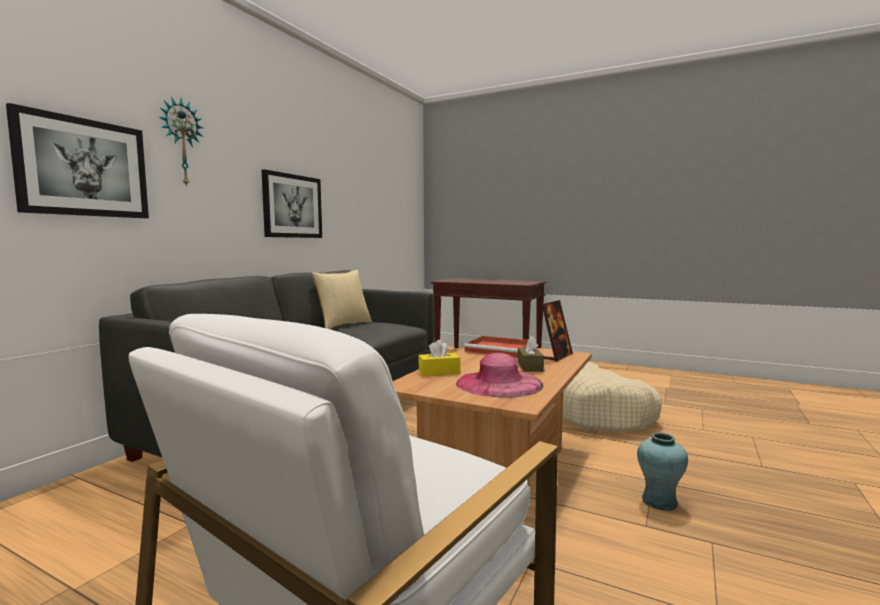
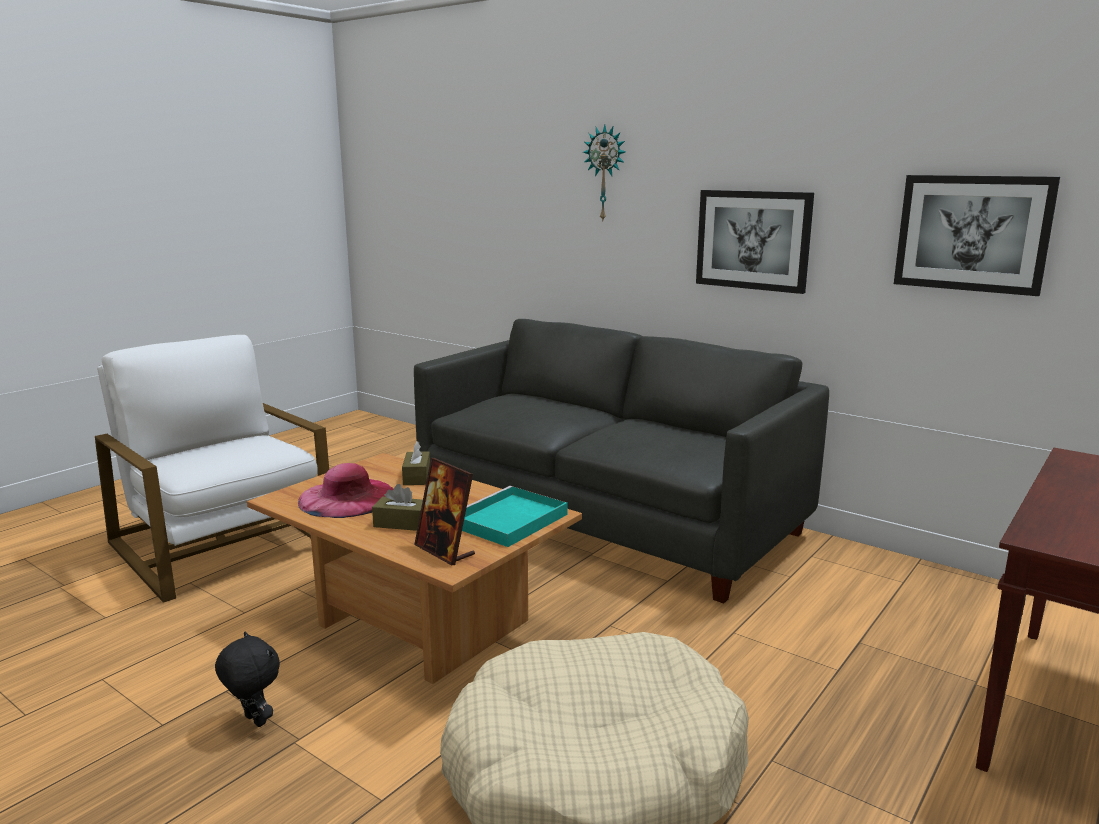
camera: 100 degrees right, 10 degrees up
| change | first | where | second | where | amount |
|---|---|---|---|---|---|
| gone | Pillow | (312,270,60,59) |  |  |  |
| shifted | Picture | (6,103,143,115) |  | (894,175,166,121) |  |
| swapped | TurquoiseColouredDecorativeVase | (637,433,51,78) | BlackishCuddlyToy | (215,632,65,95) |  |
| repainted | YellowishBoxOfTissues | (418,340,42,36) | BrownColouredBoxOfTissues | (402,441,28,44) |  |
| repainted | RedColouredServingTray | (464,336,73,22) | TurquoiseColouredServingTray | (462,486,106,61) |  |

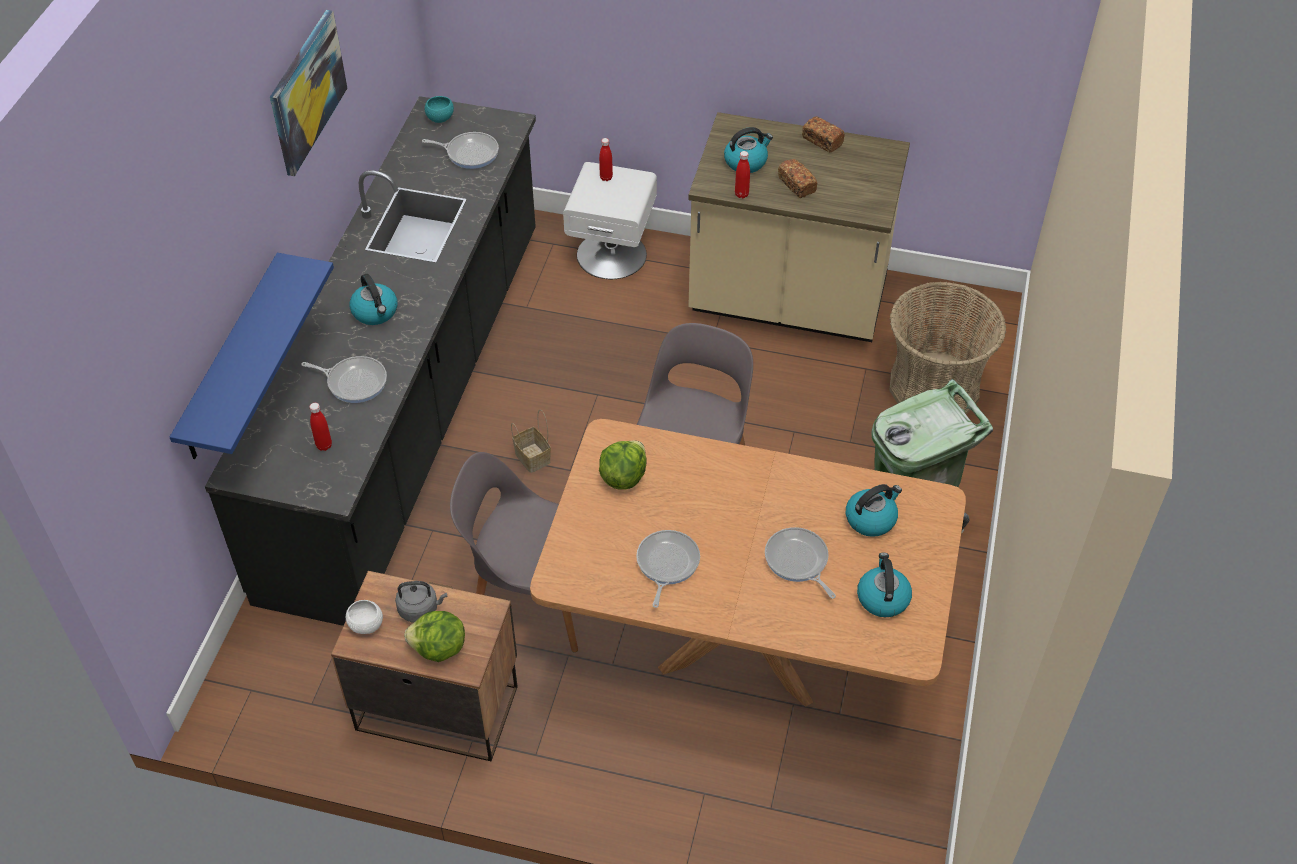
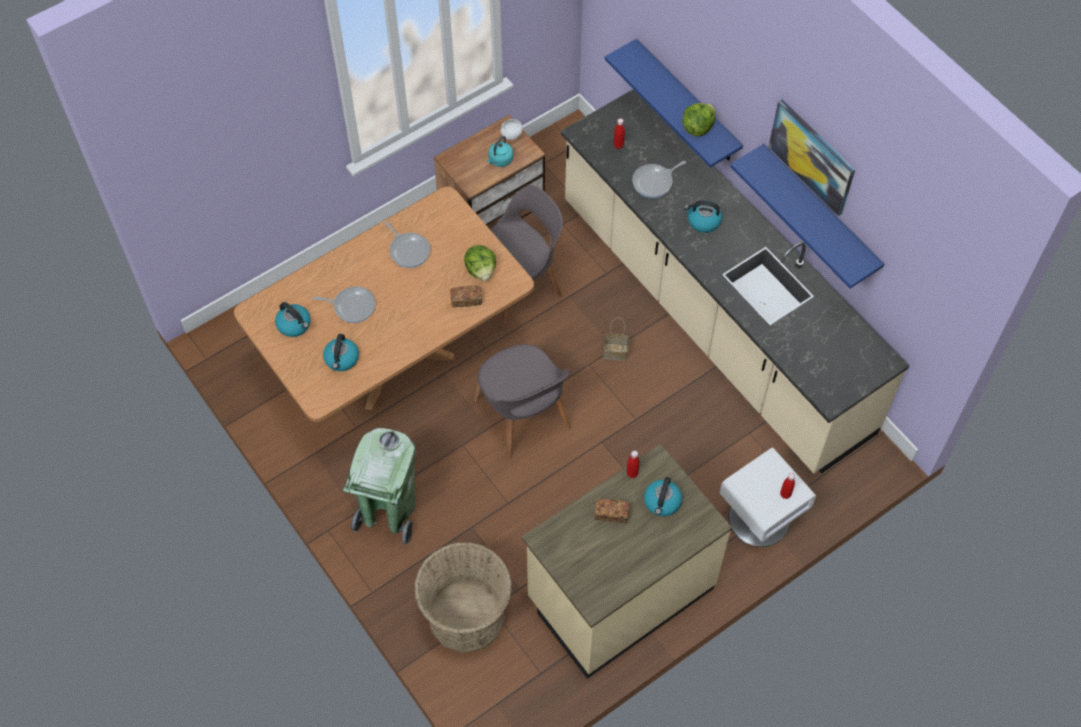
camera: 130 degrees right, 10 degrees up
| change | first | where | second | where | amount |
|---|---|---|---|---|---|
| gone | Skillet | (422,132,77,37) |  |  |  |
| gone | TurquoiseColouredDeepDish | (425,96,29,27) |  |  |  |
| new |  |  | BlueShelf | (730,144,154,145) |  |
| shifted | HeadOfLettuce | (404,611,61,51) |  | (682,103,33,33) |  |
| shifted | BakedBread | (802,116,43,36) |  | (450,286,32,22) |  |
| repainted | BlackishKitchenBaseUnit | (205,96,331,530) | SandColouredKitchenBaseUnit | (561,89,348,385) |  |
| repainted | GreyTeaKettle | (395,581,53,41) | TurquoiseColouredTeaKettle | (487,136,26,31) |  |

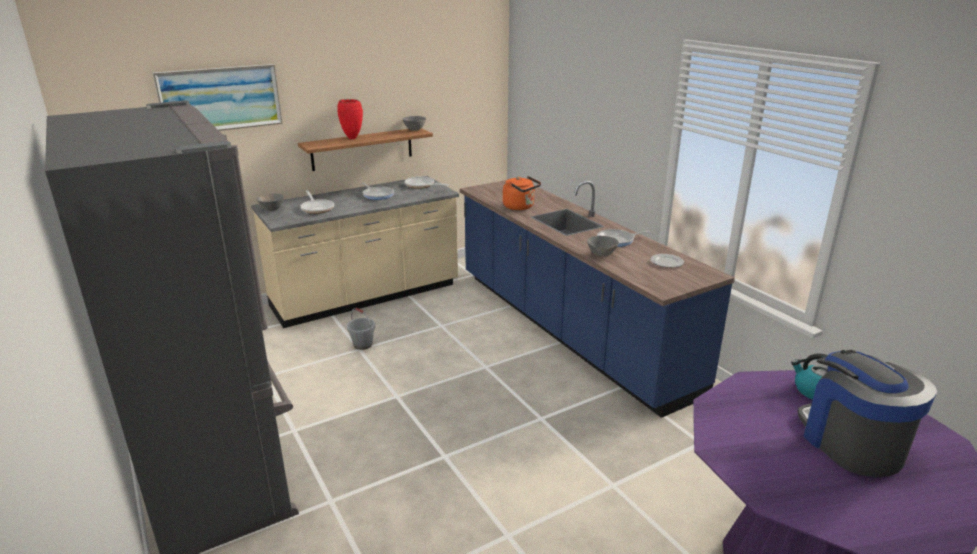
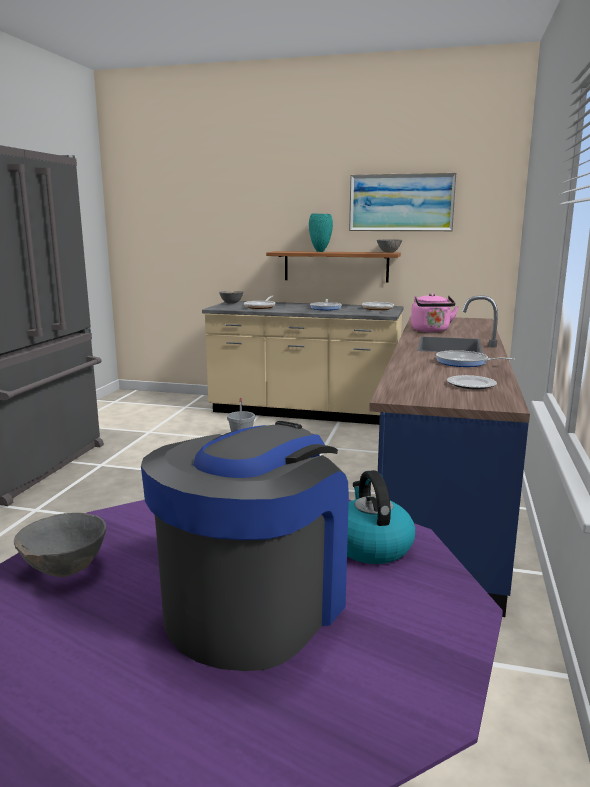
camera: 45 degrees right, 10 degrees down
| change | first | where | second | where | amount |
|---|---|---|---|---|---|
| shifted | Picture | (153,64,130,67) |  | (349,173,108,58) |  |
| shifted | GreyDeepDish | (587,236,32,21) |  | (14,513,92,64) |  |
| repainted | RedColouredDecorativeVase | (337,99,26,40) | TurquoiseColouredDecorativeVase | (309,214,24,38) |  |
| repainted | OrangeyTeaKettle | (503,176,38,34) | PinkColouredTeaKettle | (411,293,48,39) |  |

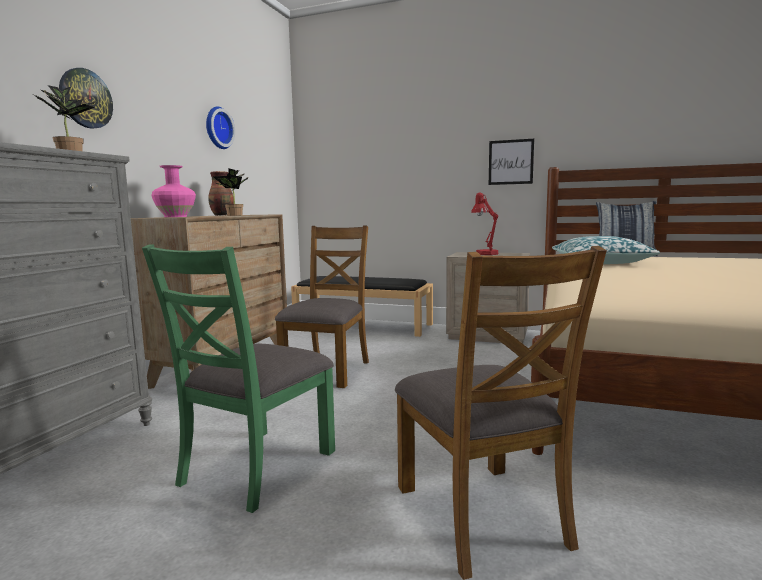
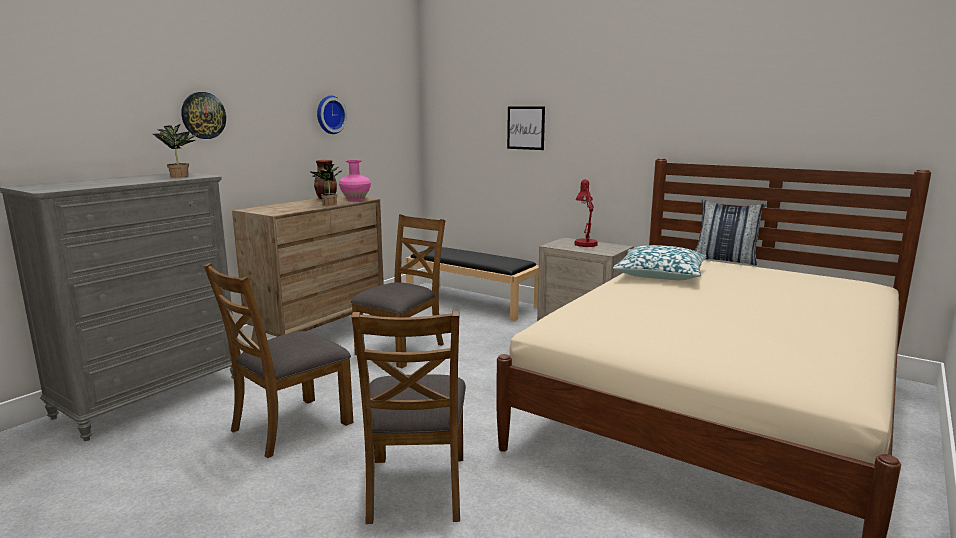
camera: 15 degrees right, 5 degrees up
| change | first | where | second | where | amount |
|---|---|---|---|---|---|
| shifted | PinkColouredDecorativeVase | (151,165,45,52) |  | (339,160,32,41) |  |
| shifted | Picture | (489,139,45,46) |  | (507,106,38,44) |  |
| repainted | GreenColouredChair | (142,244,193,269) | BrownColouredChair | (204,263,149,195) |  |

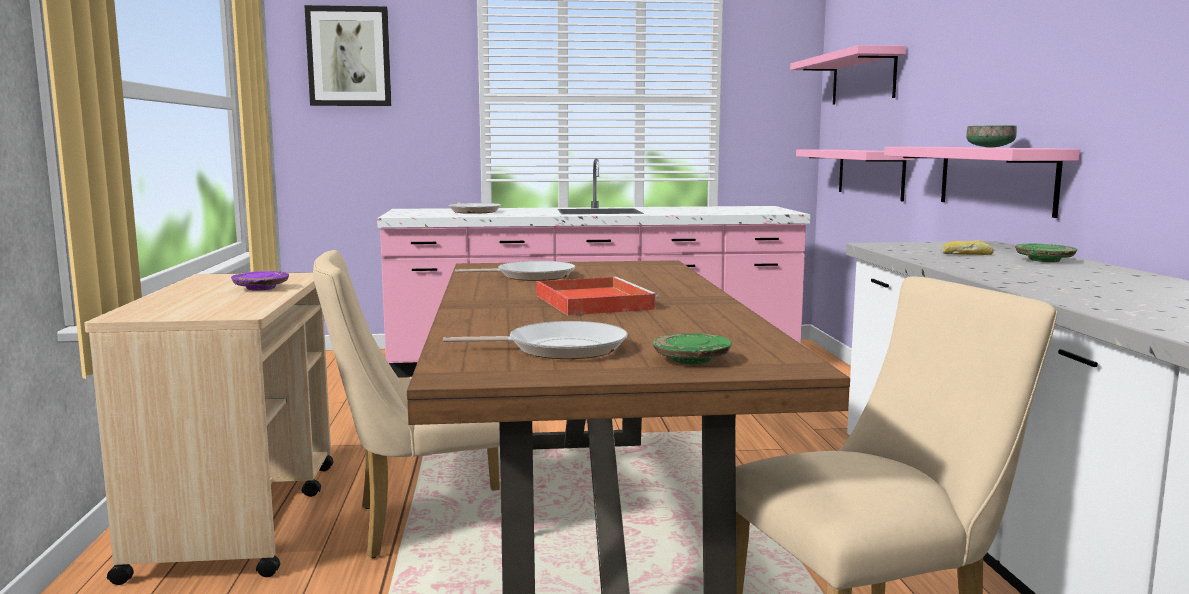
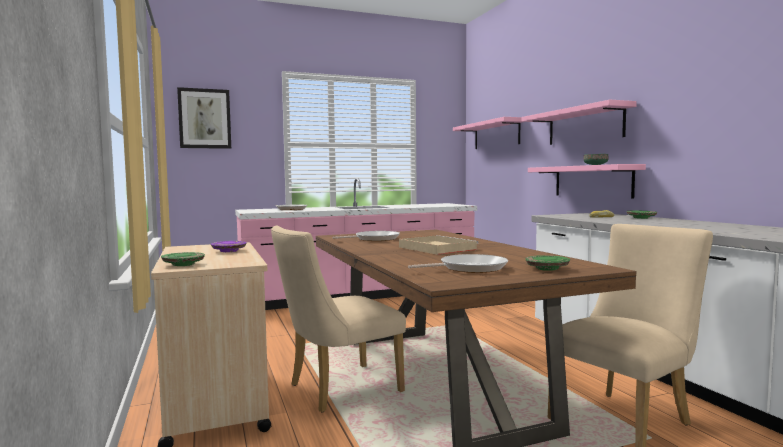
camera: 15 degrees left, 5 degrees down
| change | first | where | second | where | amount |
|---|---|---|---|---|---|
| new |  |  | GreenColouredFlatDish | (161,252,44,14) |  |
| shifted | PinkColouredShelf | (796,150,119,52) |  | (522,100,115,45) |  |
| repainted | RedColouredServingTray | (536,277,123,38) | SandColouredServingTray | (399,235,79,20) |  |

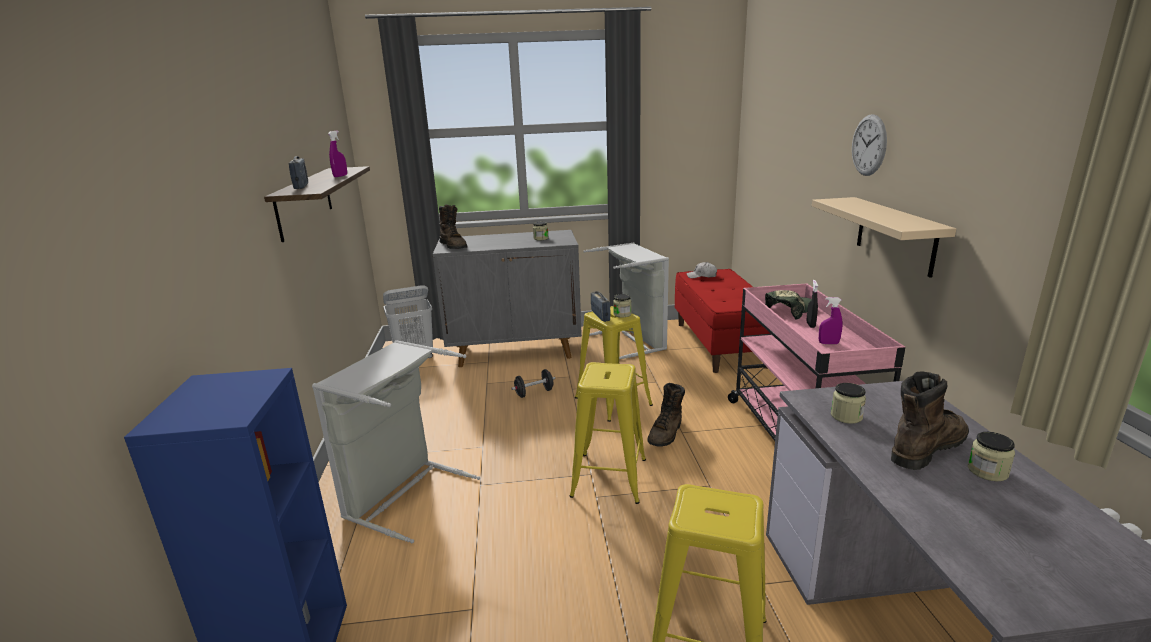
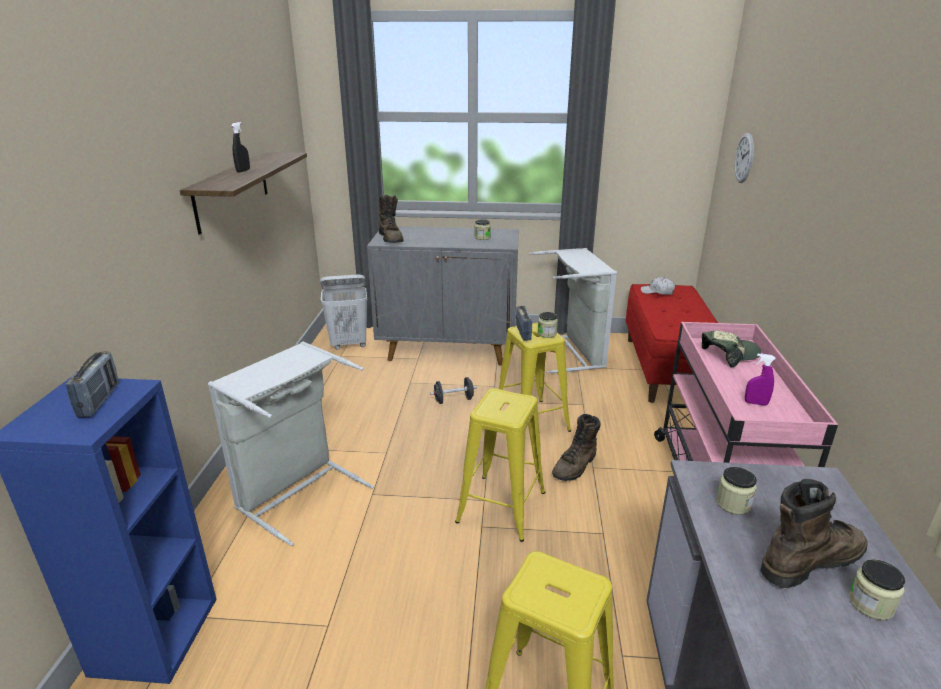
camera: 10 degrees right, 5 degrees up
| change | first | where | second | where | amount |
|---|---|---|---|---|---|
| gone | PurpleColouredSprayer | (328,131,19,46) |  |  |  |
| gone | SandColouredShelf | (812,197,144,81) |  |  |  |
| shifted | RadioReceiver | (289,156,19,33) |  | (66,351,53,67) |  |
| shifted | BlackishSprayer | (807,280,11,48) |  | (231,122,19,50) |  |
| shifted | HangingClock | (852,114,35,62) |  | (734,133,20,50) |  |

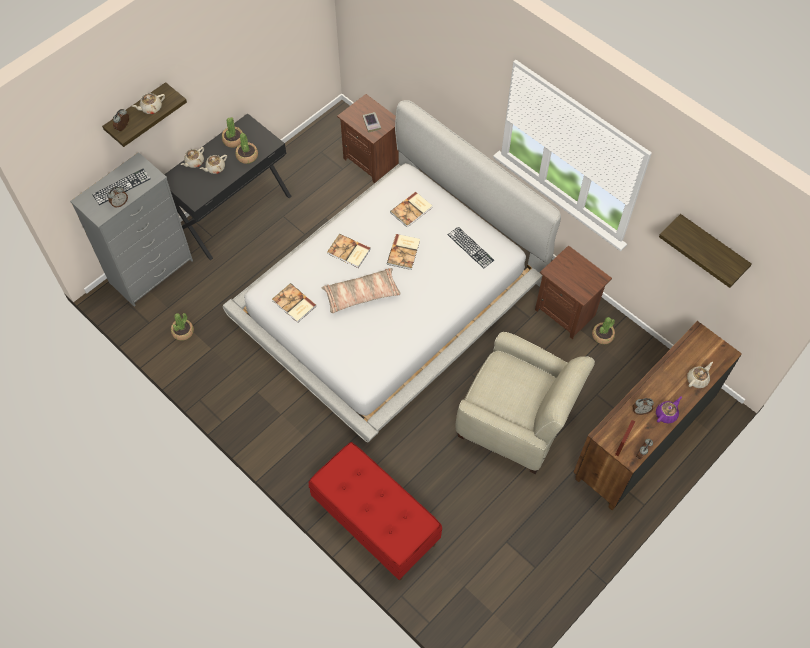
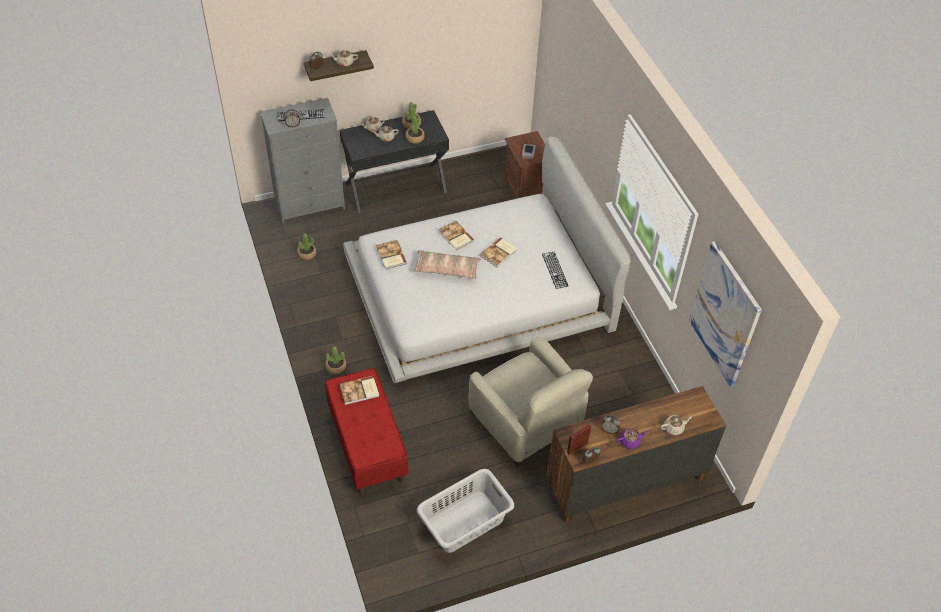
camera: 25 degrees right, 10 degrees down
| change | first | where | second | where | amount |
|---|---|---|---|---|---|
| gone | BrownColouredNightTable | (535,245,77,94) |  |  |  |
| new |  |  | GreyWashingBasket | (417,469,97,84) |  |
| shifted | Book | (390,192,42,36) |  | (339,376,40,29) |  |
| shifted | PottedPlant | (592,317,23,27) |  | (325,347,21,27) |  |
| swapped | Shelf | (659,214,92,74) | Picture | (689,241,73,146) |  |

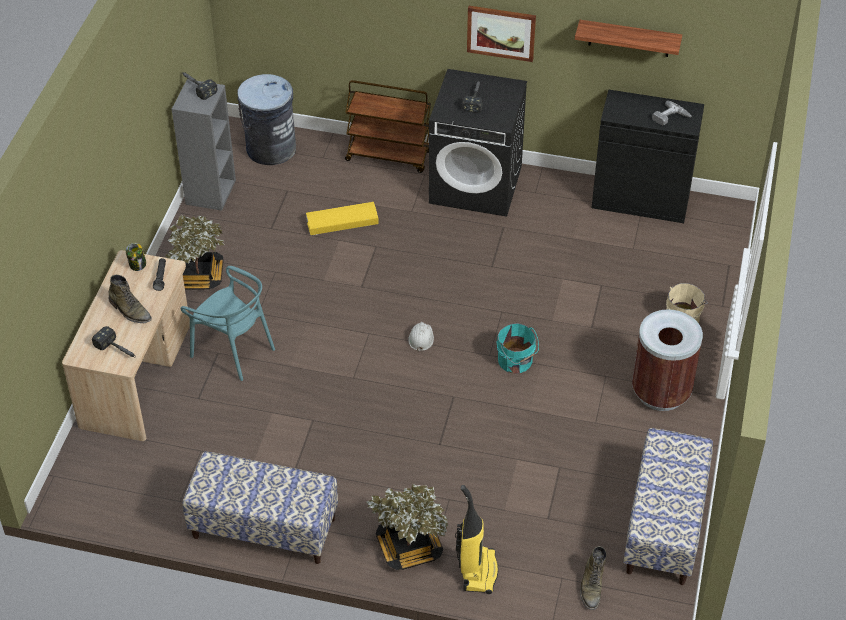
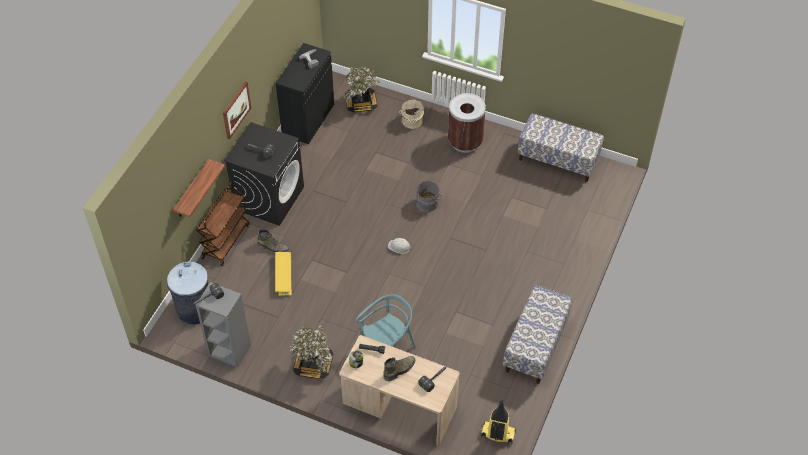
camera: 80 degrees left, 5 degrees up
| change | first | where | second | where | amount |
|---|---|---|---|---|---|
| shifted | PottedPlant | (367,484,81,86) |  | (344,66,37,46) |  |
| shifted | Hoover | (455,485,43,109) |  | (481,399,35,46) |  |
| shifted | Shelf | (575,20,107,37) |  | (173,159,52,58) |  |
| shifted | GreenColouredBoot | (580,546,27,64) |  | (257,229,32,24) |  |
| repainted | TurquoiseColouredPail | (496,323,43,51) | GreyPail | (416,181,26,31) |  |

